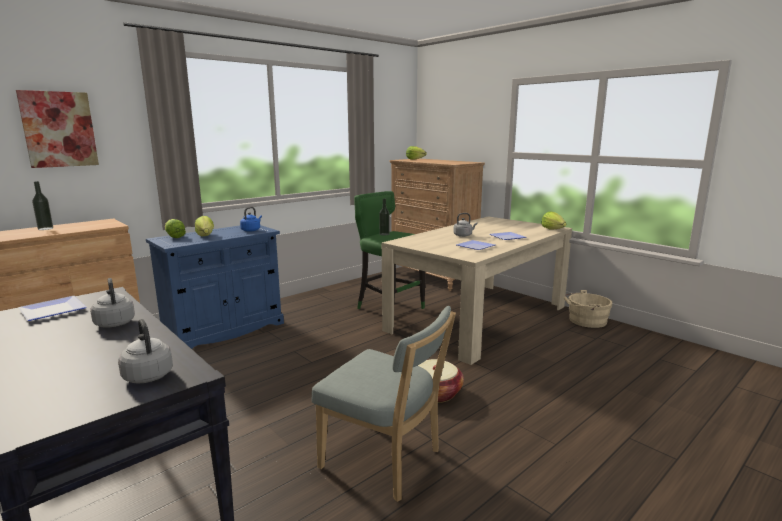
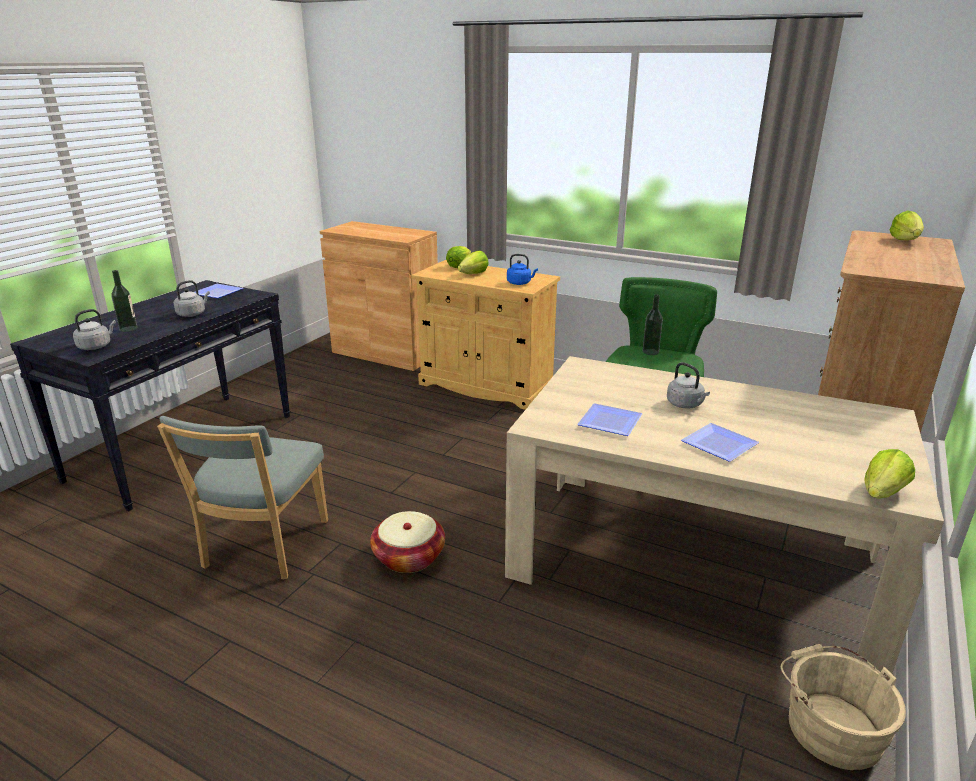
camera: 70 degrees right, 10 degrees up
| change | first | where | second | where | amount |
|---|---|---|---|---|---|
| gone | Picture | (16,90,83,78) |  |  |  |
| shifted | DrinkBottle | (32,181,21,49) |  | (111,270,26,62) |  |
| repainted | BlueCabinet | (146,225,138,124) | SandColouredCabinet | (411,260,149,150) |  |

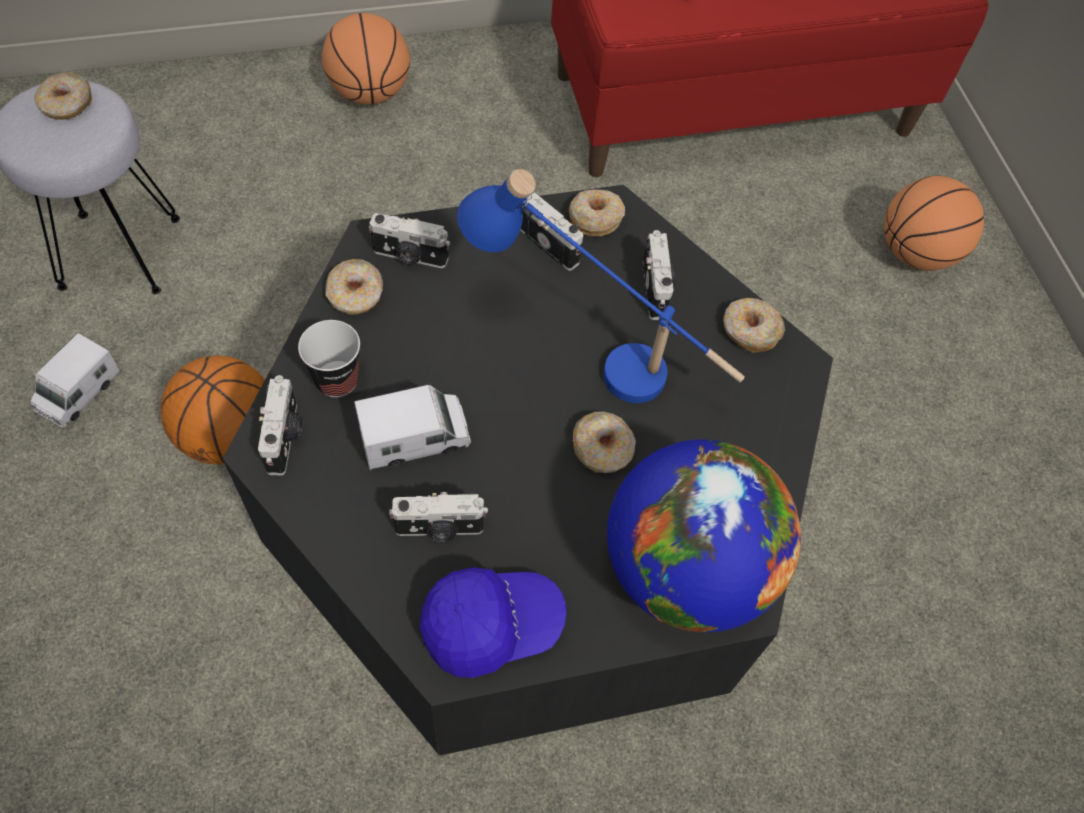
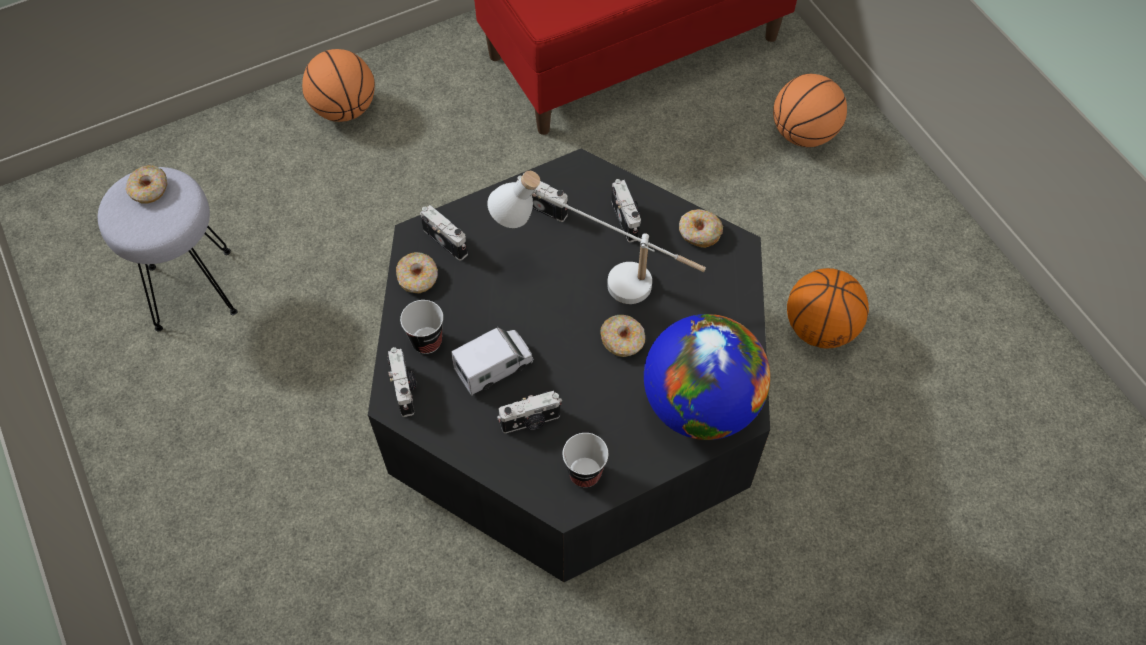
camera: 10 degrees left, 0 degrees up
| change | first | where | second | where | amount |
|---|---|---|---|---|---|
| gone | ModelTruck | (30,333,91,95) |  |  |  |
| gone | Doughnut | (569,190,56,46) |  |  |  |
| shifted | BasketballBall | (161,355,104,110) |  | (787,268,82,81) |  |
| swapped | BluePeakedCap | (420,567,146,111) | DrinkingCup | (563,433,45,55) |  |
| repainted | BlueTabletopLamp | (457,169,288,234) | WhitishTabletopLamp | (487,171,219,133) |  |
| rotated | PhotoCamera | (369,213,81,55) |  | (420,205,48,56) | 135 degrees counterclockwise |

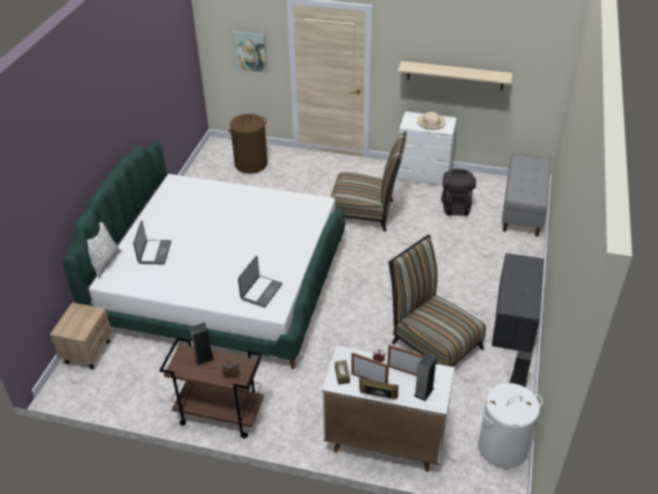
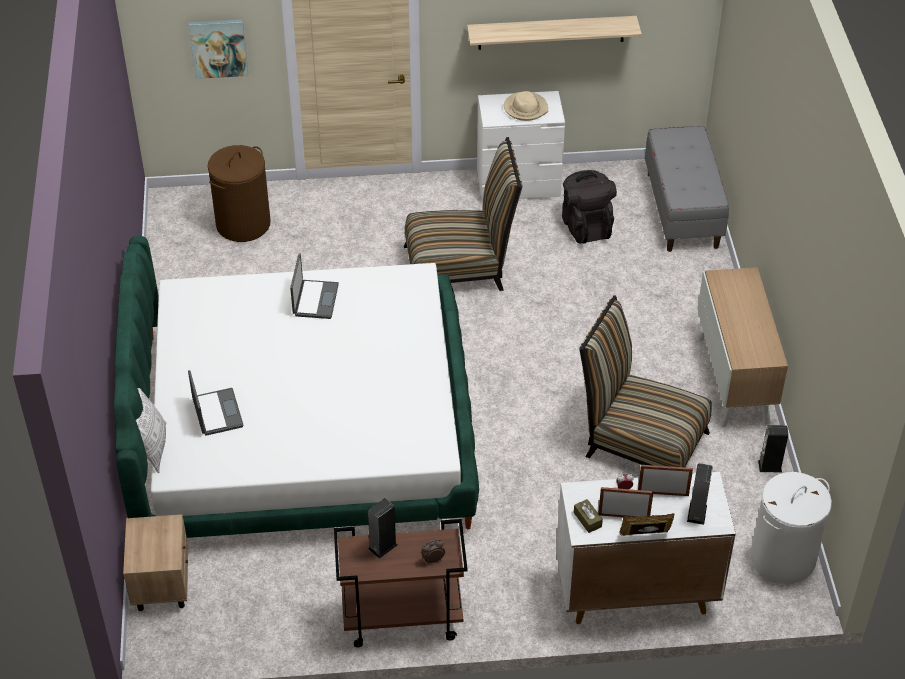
camera: 20 degrees left, 5 degrees up
| change | first | where | second | where | amount |
|---|---|---|---|---|---|
| shifted | PortableComputer | (238,256,45,52) |  | (290,253,49,66) |  |
| swapped | GreyIndoorBench | (492,253,52,100) | Cabinet | (698,267,90,160) |  |

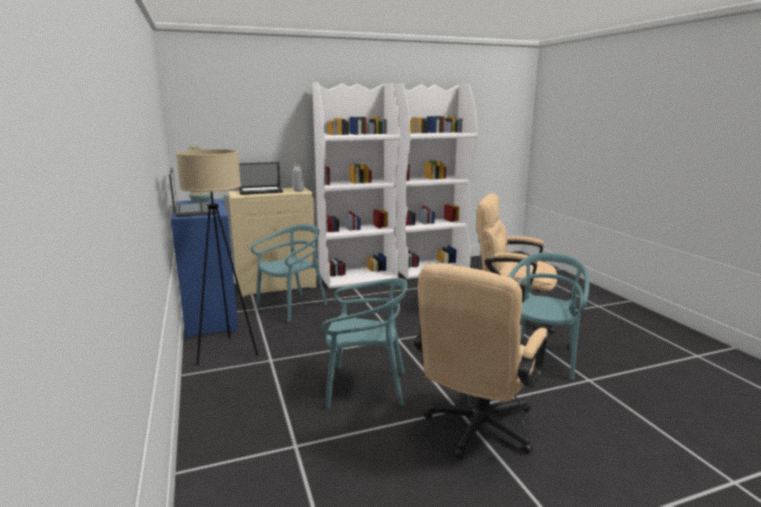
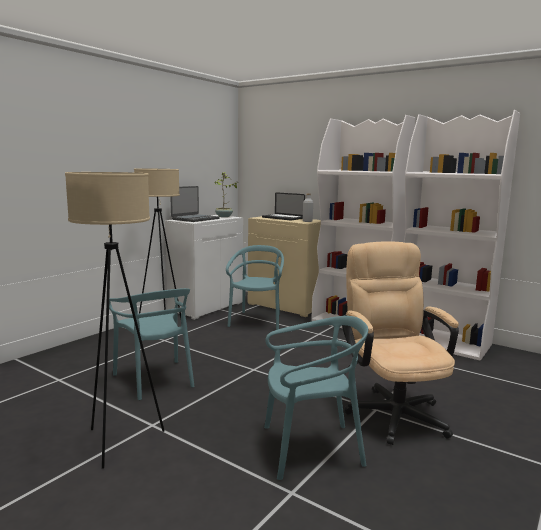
camera: 55 degrees right, 5 degrees down
| change | first | where | second | where | amount |
|---|---|---|---|---|---|
| swapped | SandColouredComputerChair | (414,264,134,195) | SandColouredStandingLamp | (65,172,100,297) |  |
| repainted | BlueCabinet | (171,199,67,140) | WhitishCabinet | (165,215,78,105) |  |
| rotated | TurquoiseColouredChair | (251,224,76,98) |  | (226,245,58,85) | 90 degrees counterclockwise |

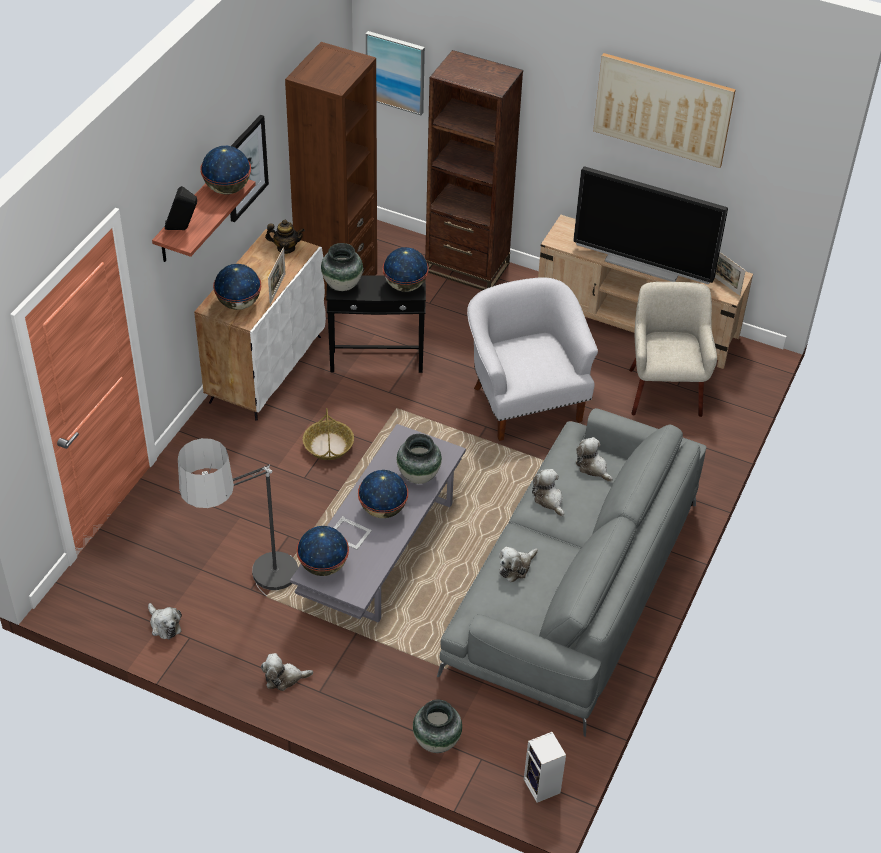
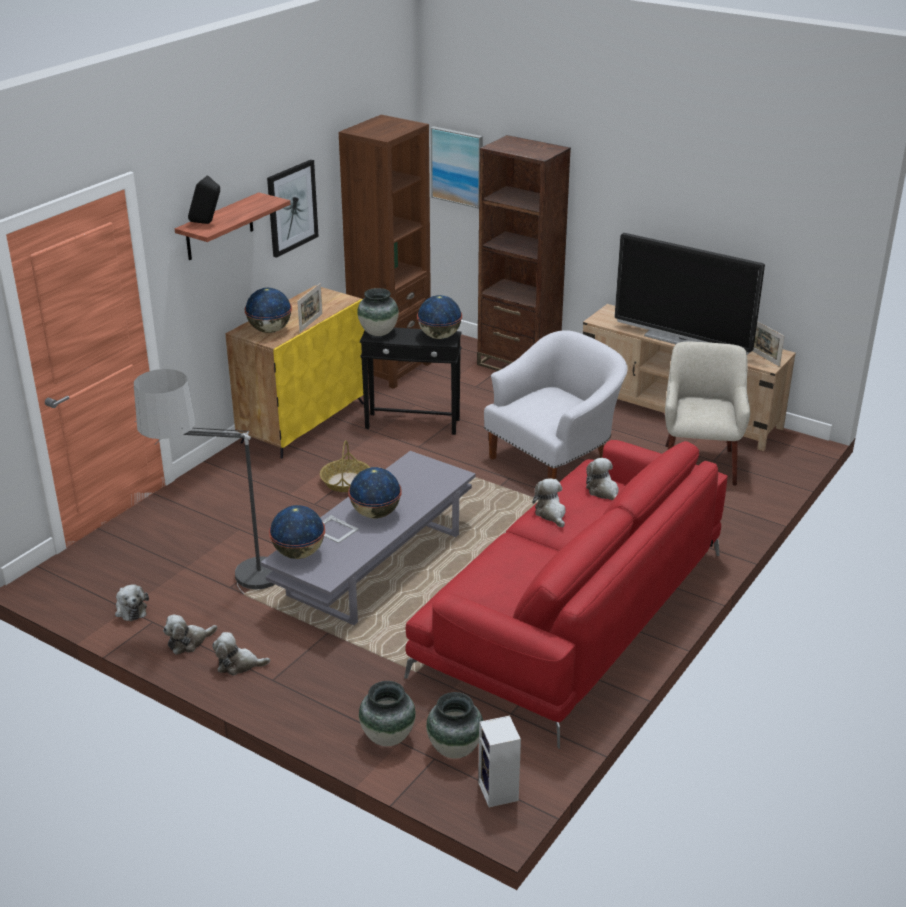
camera: 10 degrees right, 15 degrees down
| change | first | where | second | where | amount |
|---|---|---|---|---|---|
| gone | Globe | (200,146,51,48) |  |  |  |
| gone | PotForTea | (265,220,40,34) |  |  |  |
| gone | Picture | (593,53,143,115) |  |  |  |
| shifted | DecorativeVase | (397,434,45,50) |  | (426,692,57,67) |  |
| shifted | CuddlyToy | (499,547,39,35) |  | (163,615,54,40) |  |
| repainted | WhitishCabinet | (194,229,132,192) | YellowishCabinet | (225,285,140,174) |  |
| repainted | GreySettee | (437,408,269,329) | RedColouredSettee | (404,440,324,309) |  |
| rotated | WhitishLoungeChair | (467,277,131,164) |  | (484,330,144,149) | 60 degrees clockwise |

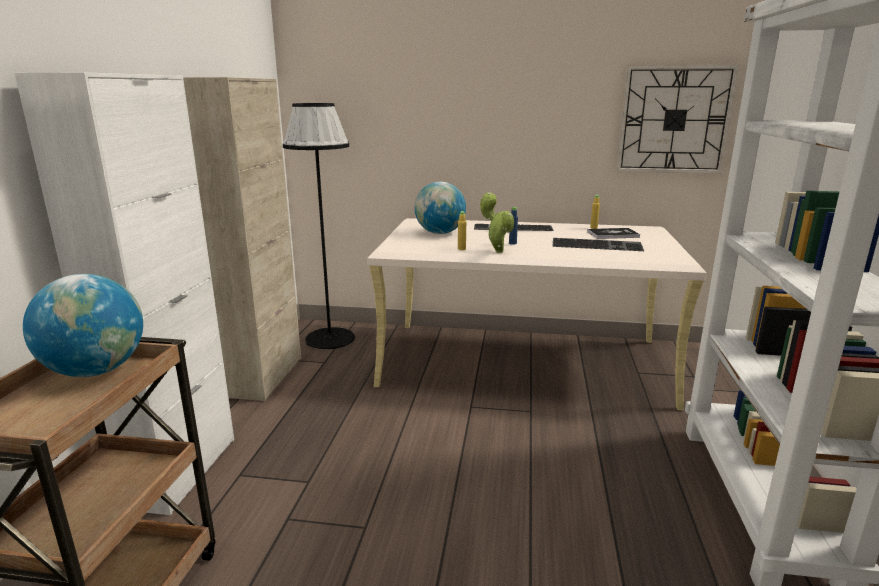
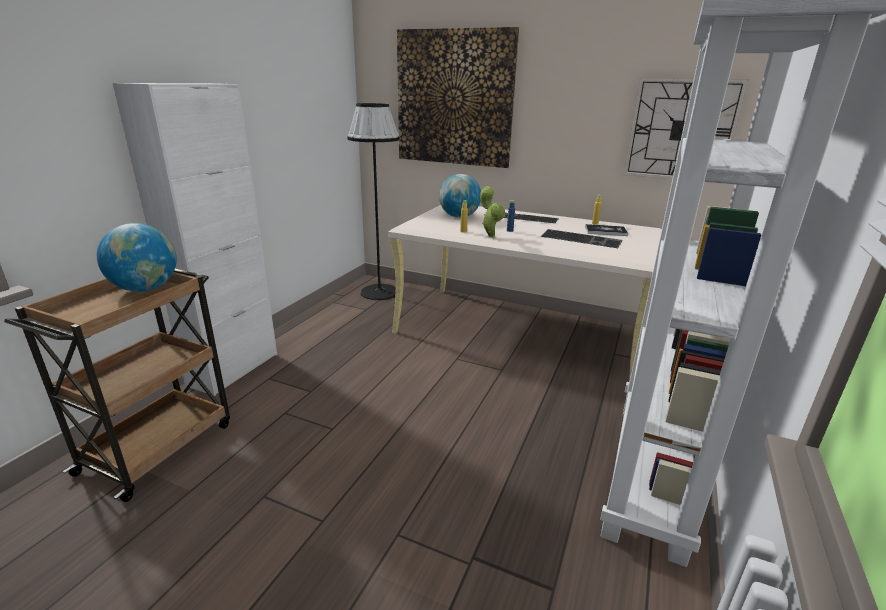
camera: 15 degrees right, 5 degrees up
| change | first | where | second | where | amount |
|---|---|---|---|---|---|
| gone | SandColouredCabinet | (183,77,118,324) |  |  |  |
| new |  |  | Picture | (397,27,122,141) |  |

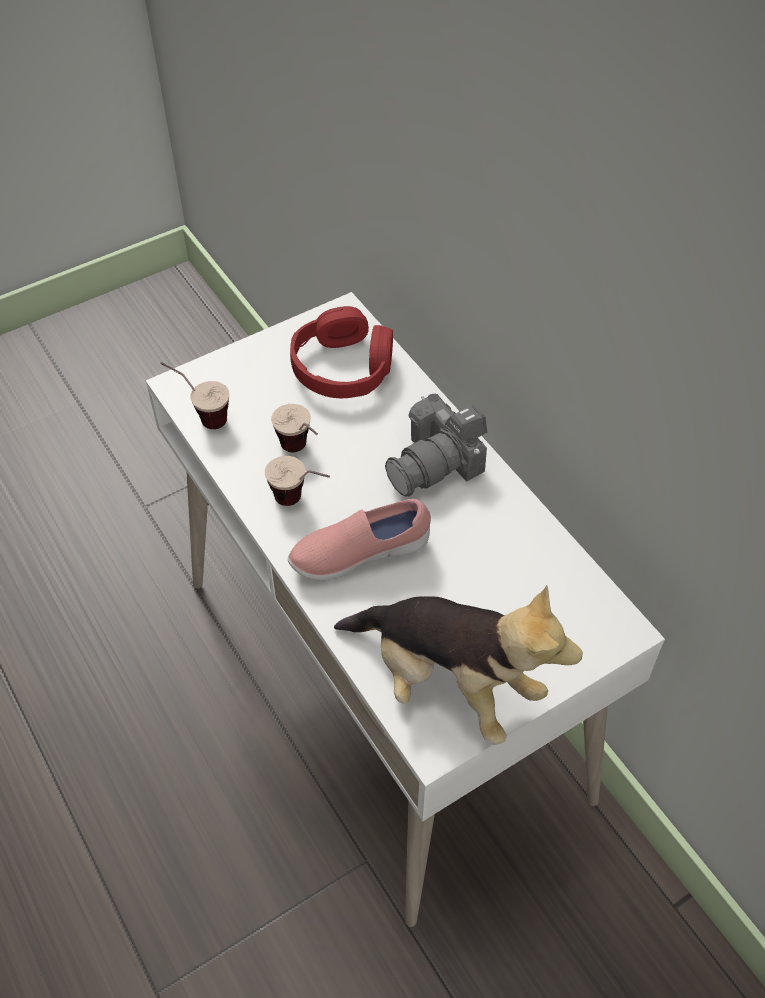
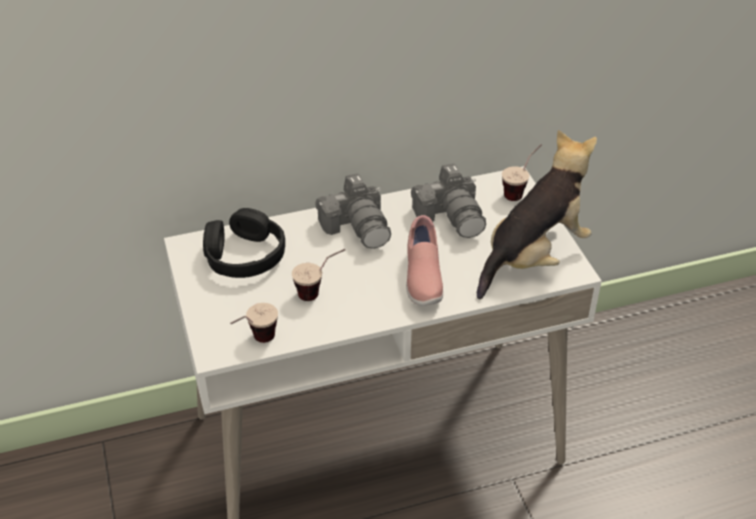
camera: 75 degrees left, 10 degrees down
| change | first | where | second | where | amount |
|---|---|---|---|---|---|
| new |  |  | PhotoCamera | (411,163,75,75) |  |
| shifted | DrinkingCup | (265,456,65,50) |  | (502,144,40,57) |  |
| repainted | RedColouredHeadset | (290,306,103,92) | BlackishHeadset | (203,208,82,70) |  |

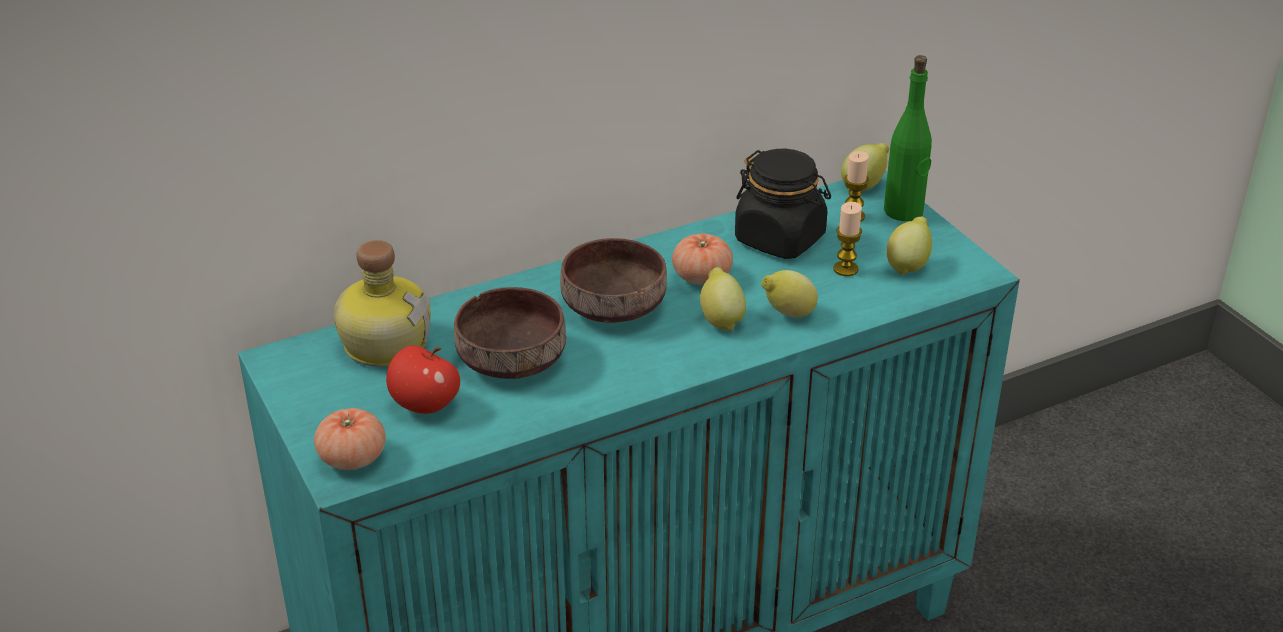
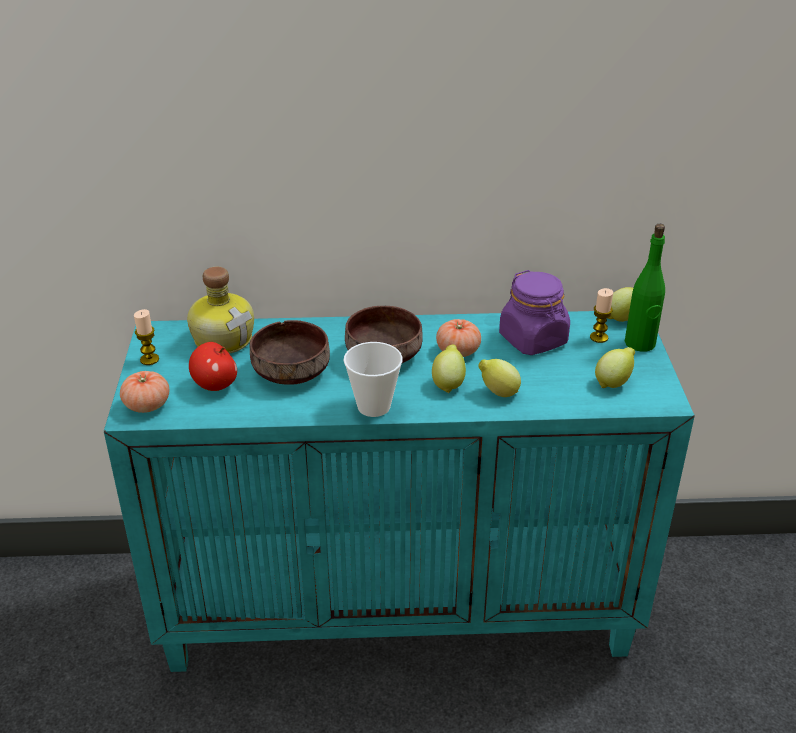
camera: 25 degrees right, 0 degrees up
| change | first | where | second | where | amount |
|---|---|---|---|---|---|
| new |  |  | DrinkingCup | (344,342,59,75) |  |
| shifted | Candle | (833,202,29,74) |  | (134,309,25,56) |  |
| repainted | BlackishPreserveJar | (735,149,96,110) | PurpleColouredPreserveJar | (499,270,71,85) |  |

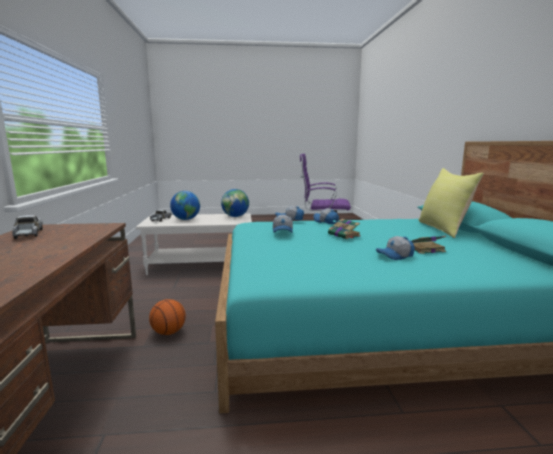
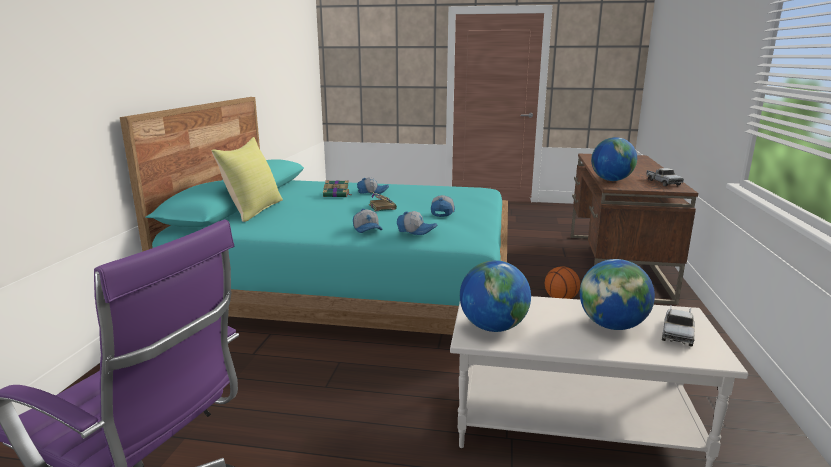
camera: 165 degrees left, 5 degrees up
| change | first | where | second | where | amount |
|---|---|---|---|---|---|
| new |  |  | Globe | (591,137,46,44) |  |

